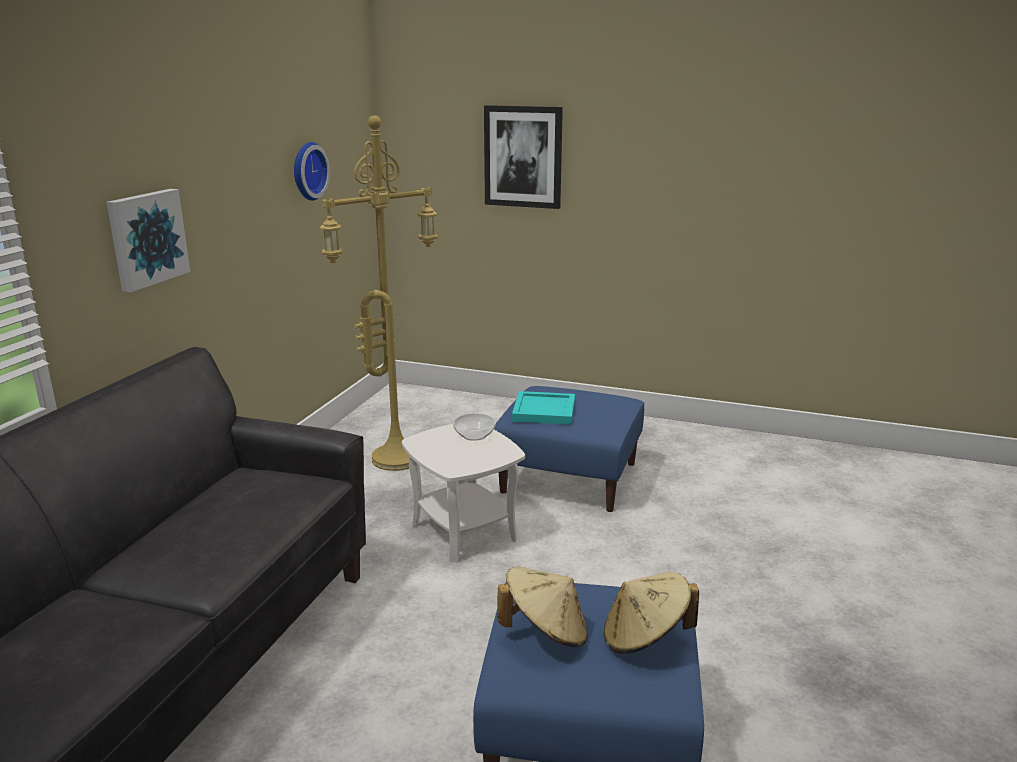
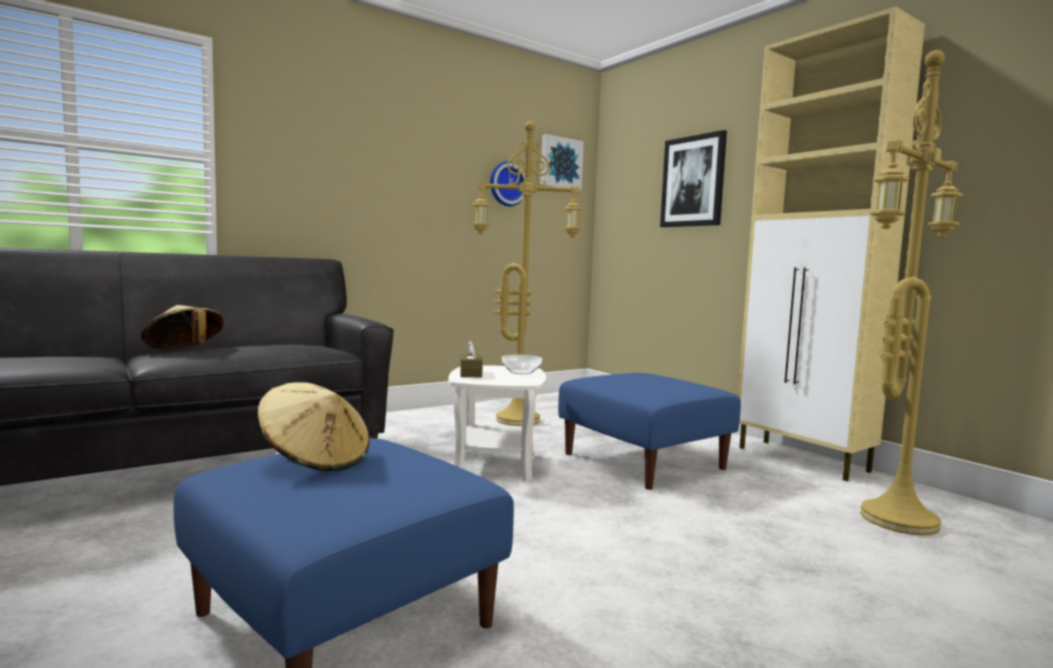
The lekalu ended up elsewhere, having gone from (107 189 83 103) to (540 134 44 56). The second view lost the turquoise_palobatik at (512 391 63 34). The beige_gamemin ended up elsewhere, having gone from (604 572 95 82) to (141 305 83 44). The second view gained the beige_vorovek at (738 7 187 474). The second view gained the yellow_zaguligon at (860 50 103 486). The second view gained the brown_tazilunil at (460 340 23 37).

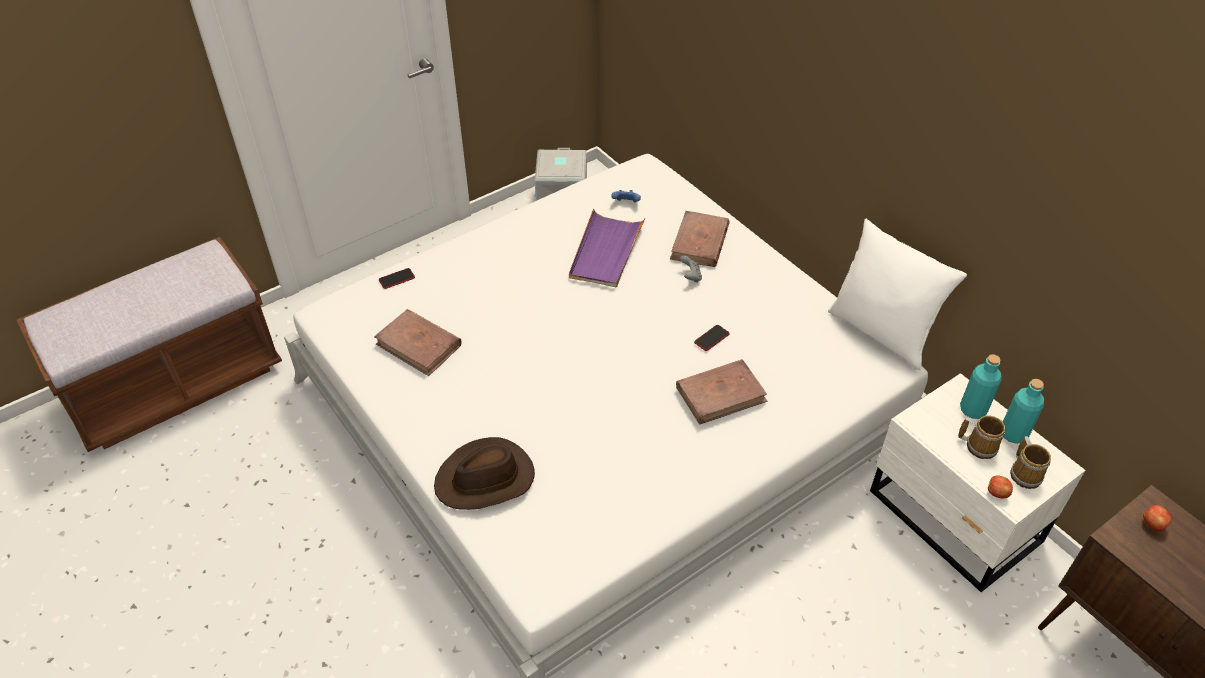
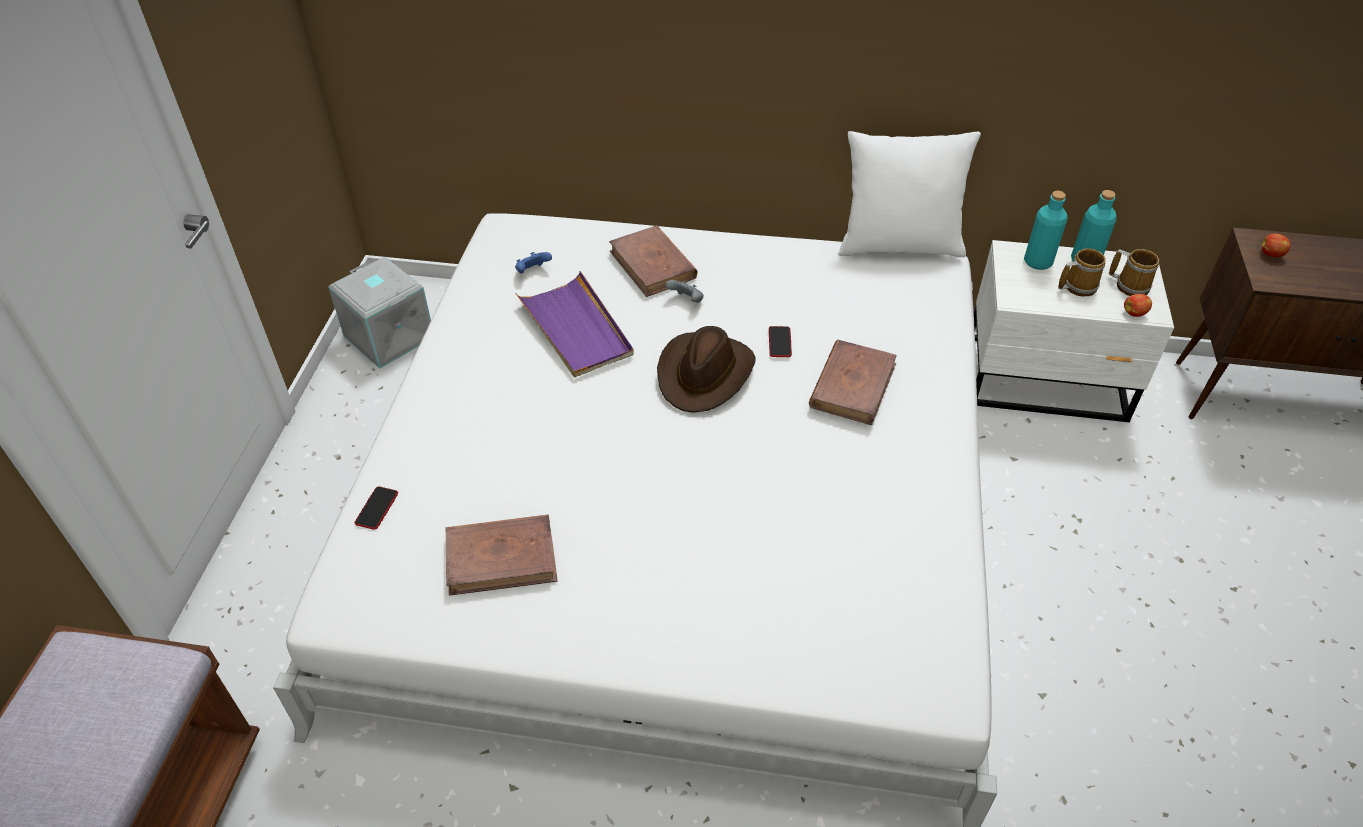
The brown_gamemin ended up elsewhere, having gone from (434 437 101 73) to (657 326 99 86).

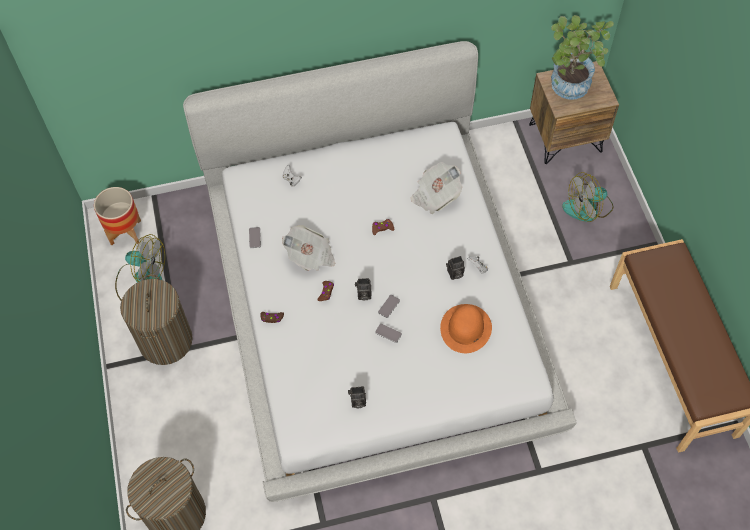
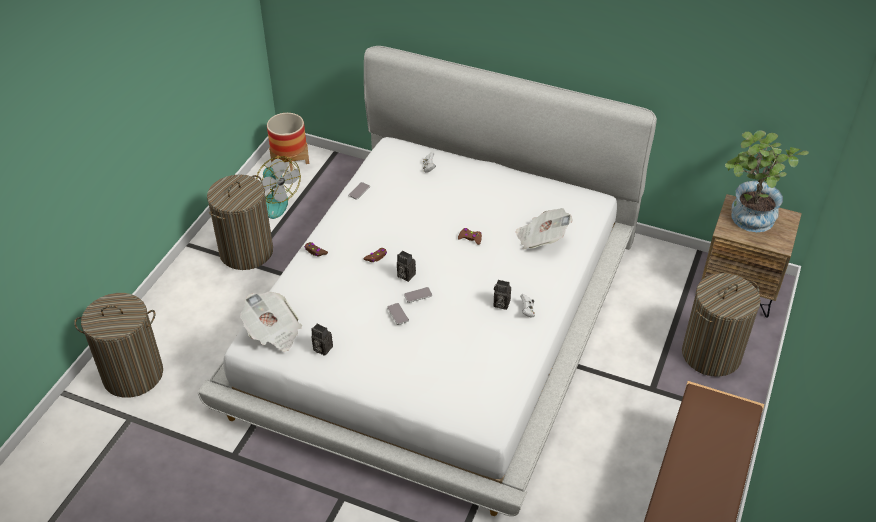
Where the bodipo stood at (562 172 51 50), the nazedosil came to stand at (682 273 79 104). The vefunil ended up elsewhere, having gone from (282 225 54 46) to (240 292 62 60). The second view lost the orange_gamemin at (440 304 52 49).

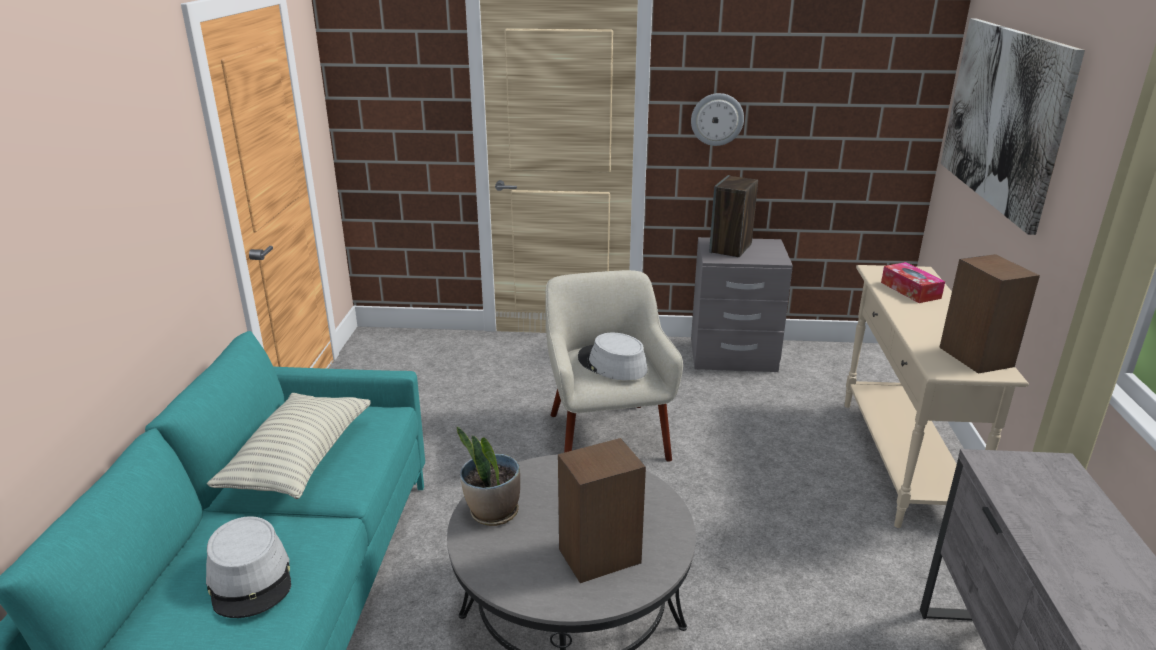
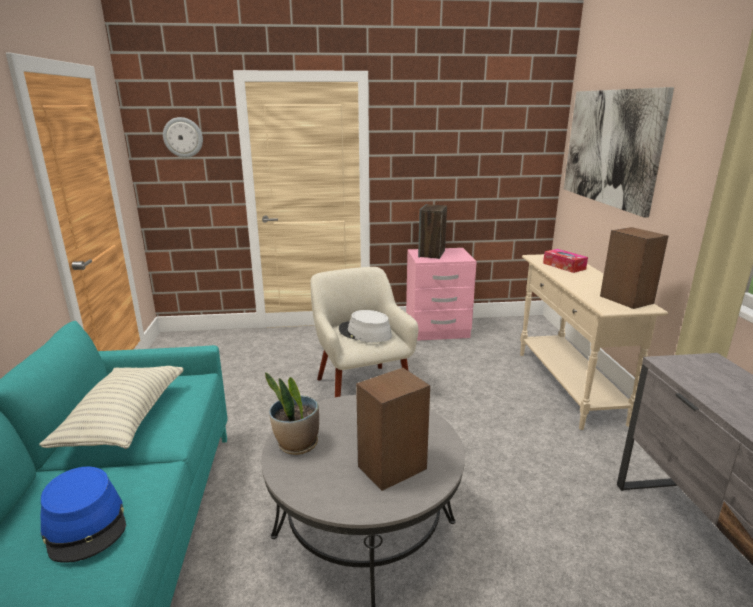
The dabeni ended up elsewhere, having gone from (691 93 53 53) to (163 117 40 41). What was the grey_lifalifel at (691 237 102 135) turned into the pink_lifalifel at (406 248 71 93). What was the grey_gamemin at (206 516 85 102) turned into the blue_gamemin at (41 467 85 96).

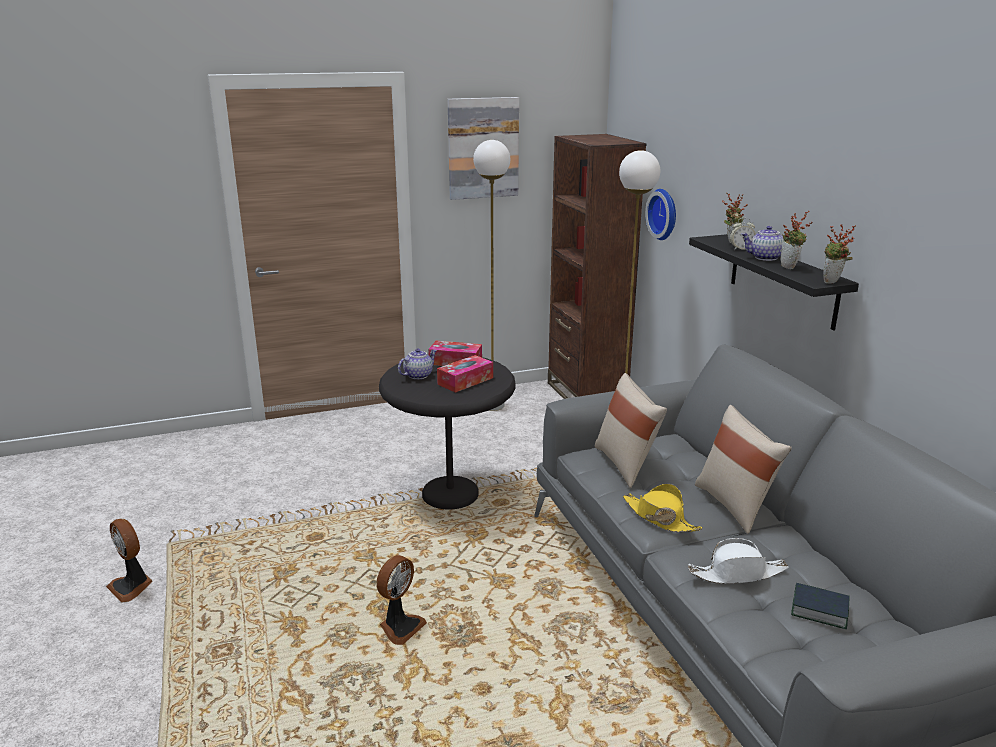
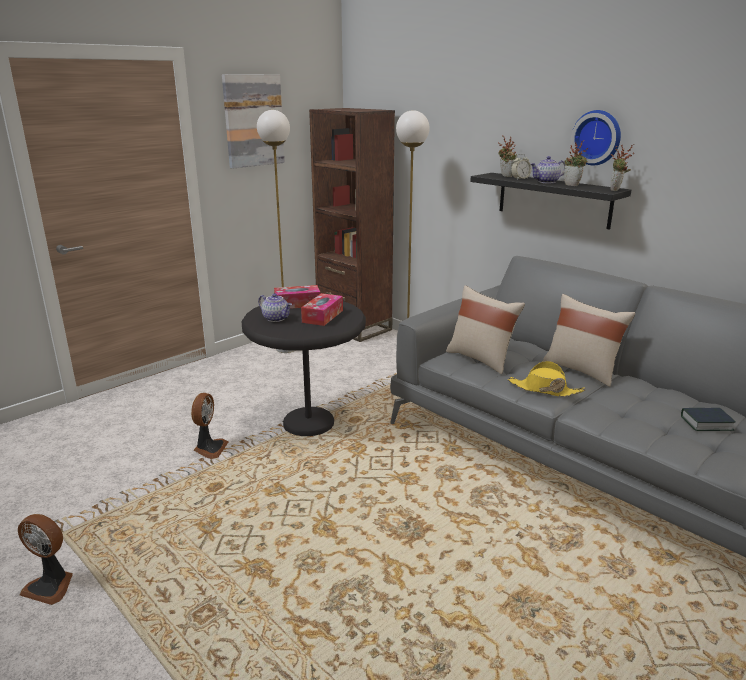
The dabeni ended up elsewhere, having gone from (645 189 31 51) to (571 110 50 55). The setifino at (398 349 39 30) ended up facing another way, 105 degrees clockwise from before. The second view lost the white_gamemin at (688 538 101 46). The bodipo ended up elsewhere, having gone from (376 555 51 90) to (191 393 38 66).

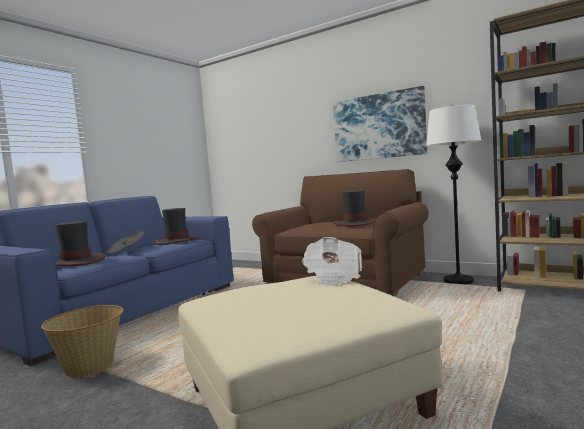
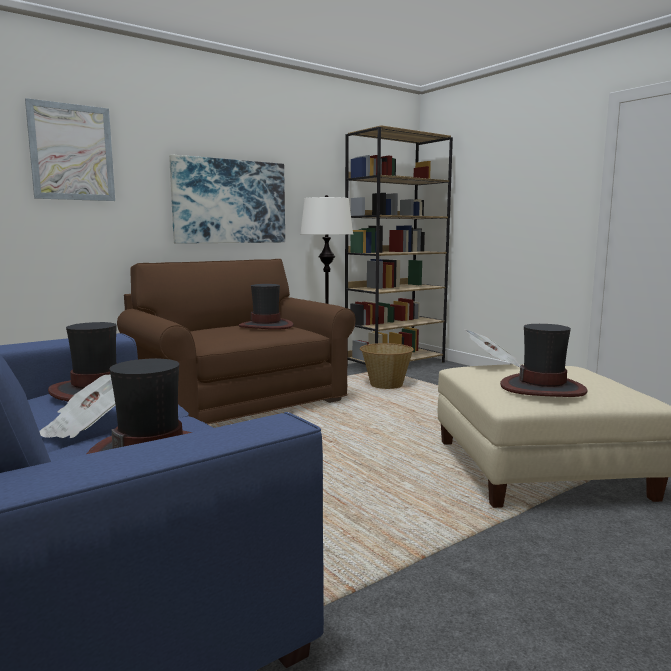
The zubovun ended up elsewhere, having gone from (41 305 83 73) to (360 343 54 46). The second view gained the lekalu at (25 98 90 103). The second view gained the gamemin at (500 324 88 73).

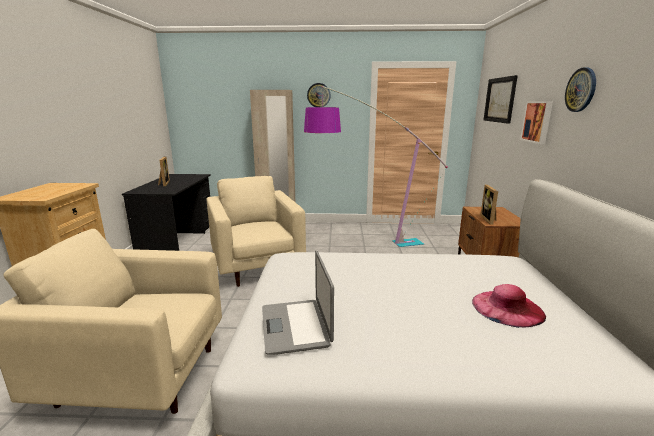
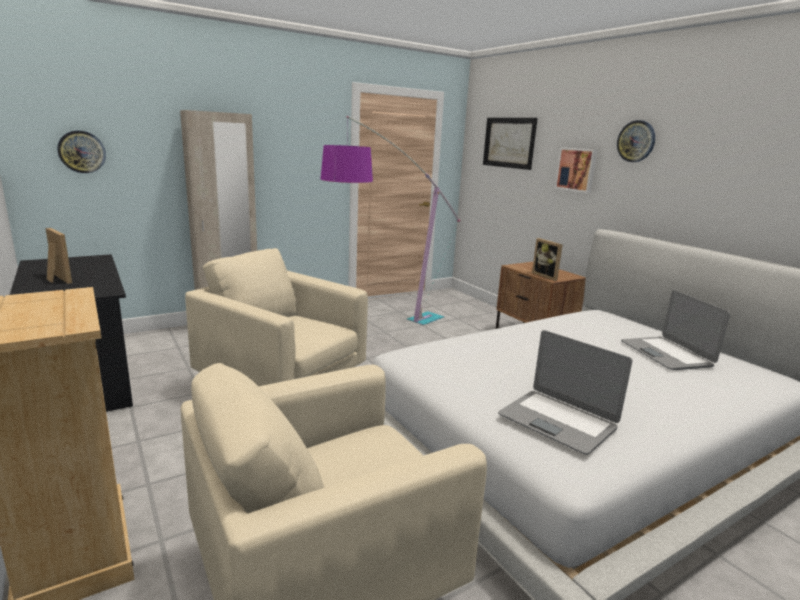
The dabeni ended up elsewhere, having gone from (307 83 24 24) to (57 130 49 43). Where the pink_gamemin stood at (472 284 74 44), the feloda came to stand at (621 290 109 80).

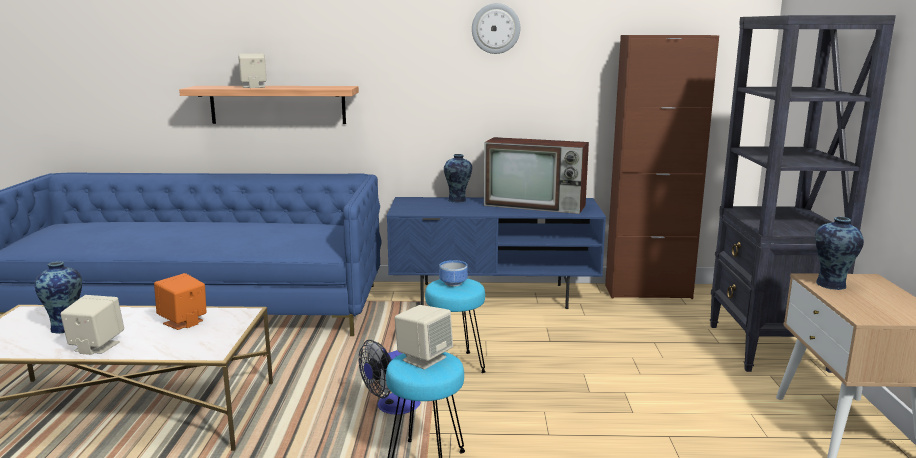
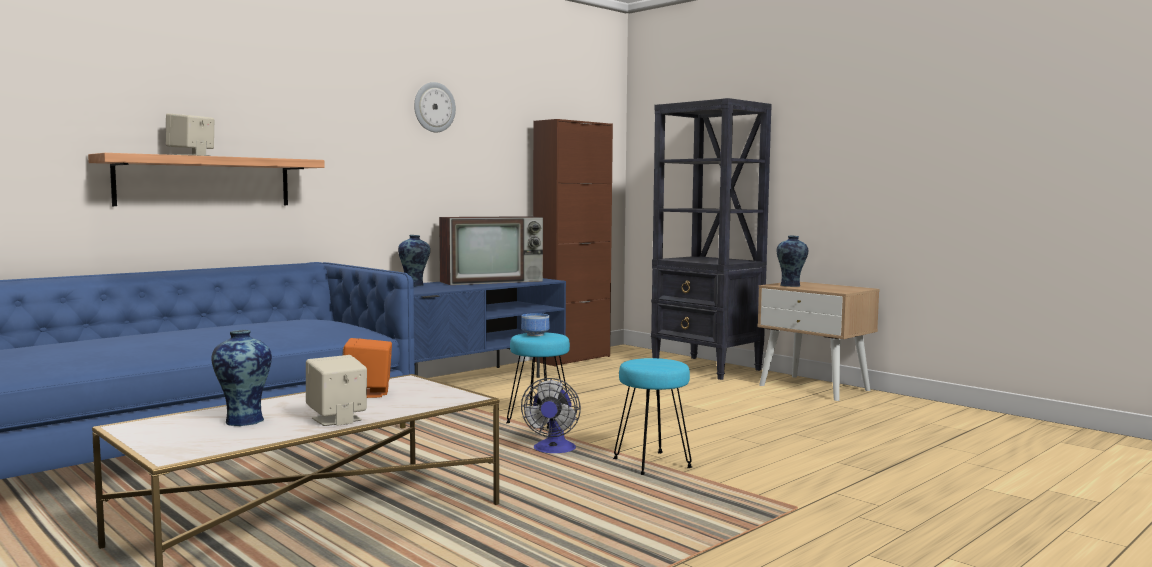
The second view lost the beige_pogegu at (395 305 58 65).

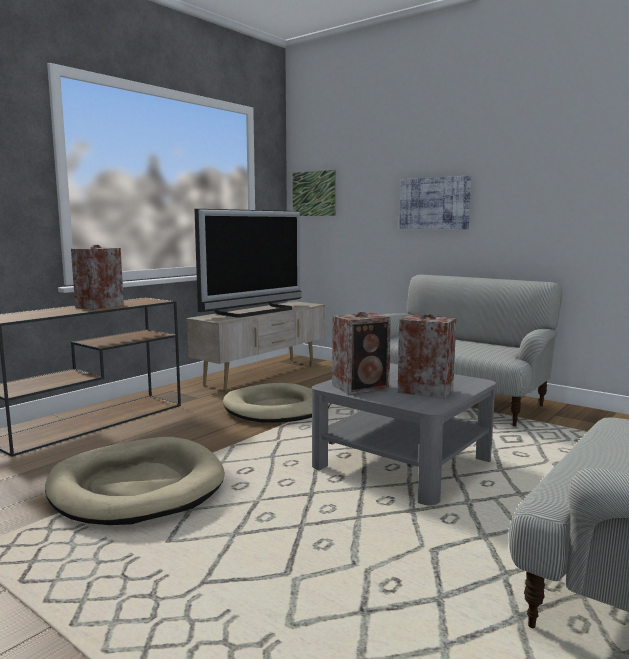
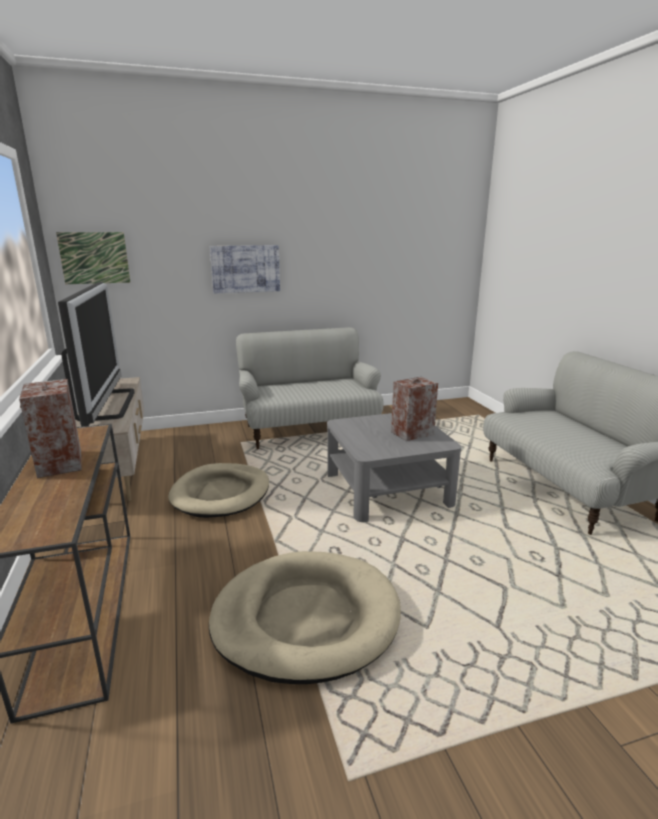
The second view lost the pogegu at (332 312 59 83).

